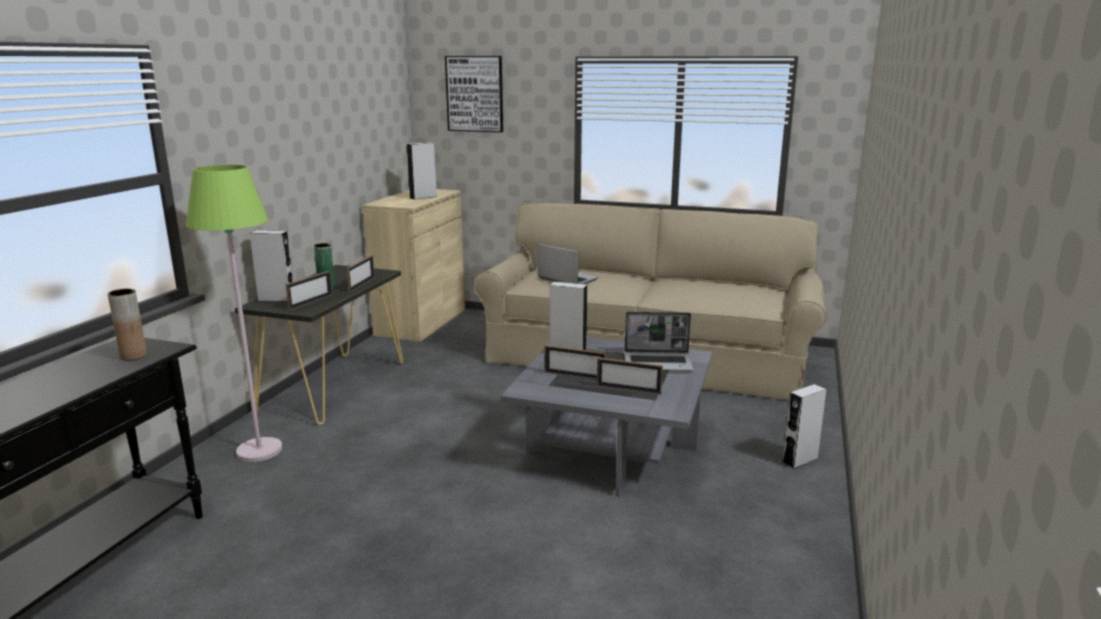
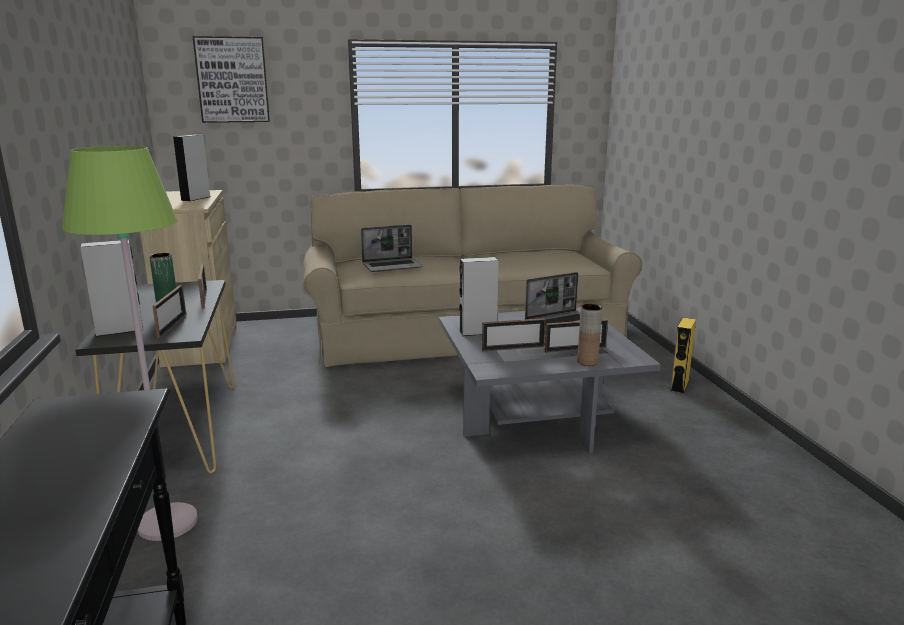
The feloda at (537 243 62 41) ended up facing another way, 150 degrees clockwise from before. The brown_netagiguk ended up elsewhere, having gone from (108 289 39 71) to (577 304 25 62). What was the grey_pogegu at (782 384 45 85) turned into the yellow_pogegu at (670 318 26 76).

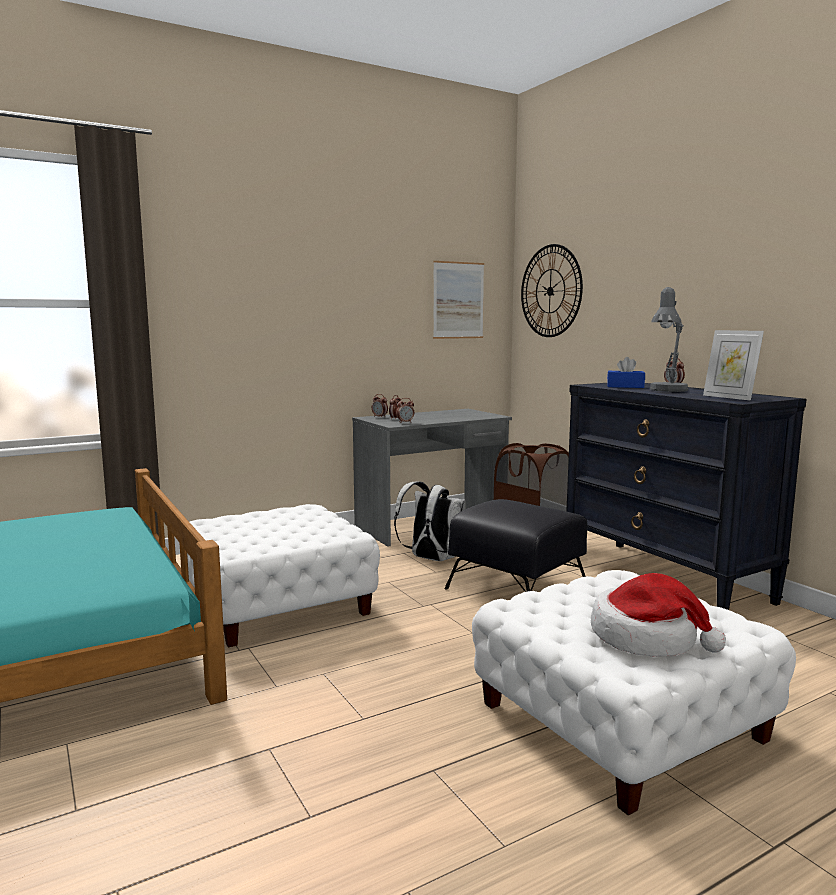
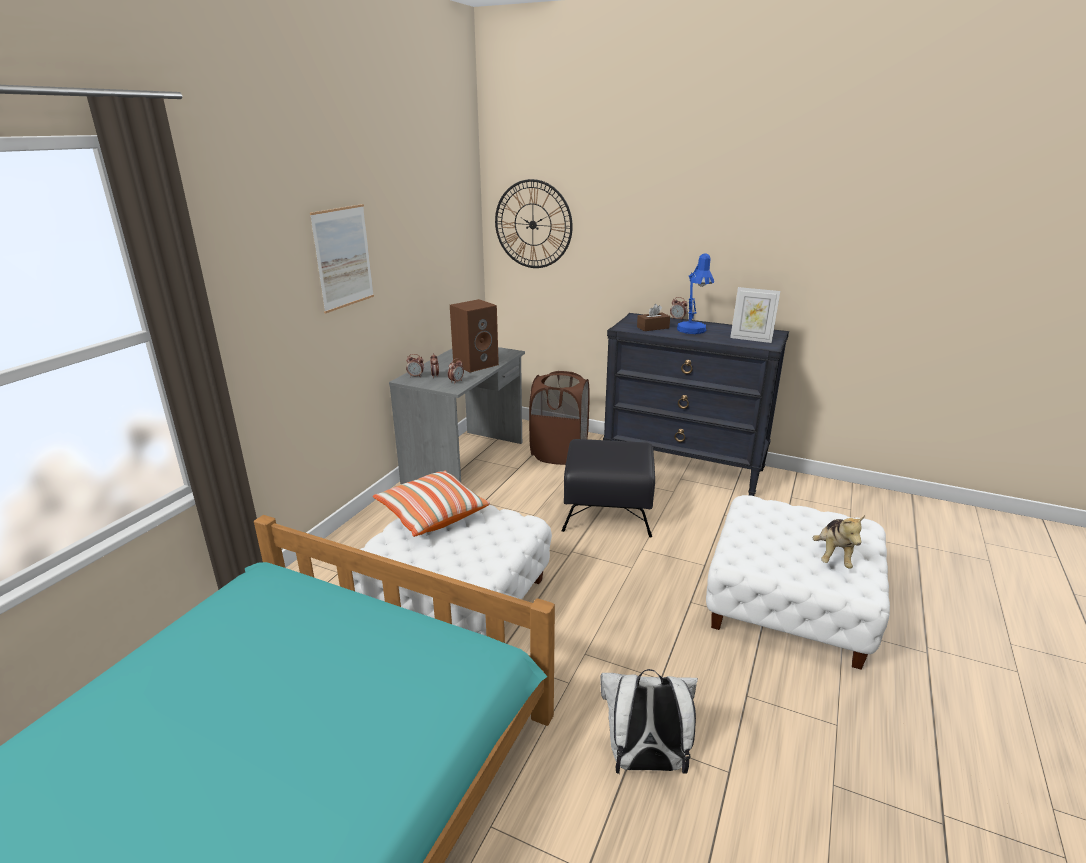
The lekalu ended up elsewhere, having gone from (433 261 51 78) to (310 204 64 109). What was the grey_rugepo at (650 287 39 105) turned into the blue_rugepo at (677 253 37 81). What was the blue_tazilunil at (607 357 38 31) turned into the brown_tazilunil at (637 304 33 27). The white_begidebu ended up elsewhere, having gone from (394 481 72 80) to (600 669 98 105). Where the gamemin stood at (591 573 135 84), the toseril came to stand at (813 515 52 54). The second view gained the brown_pogegu at (450 299 49 73). The second view gained the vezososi at (373 471 117 66).

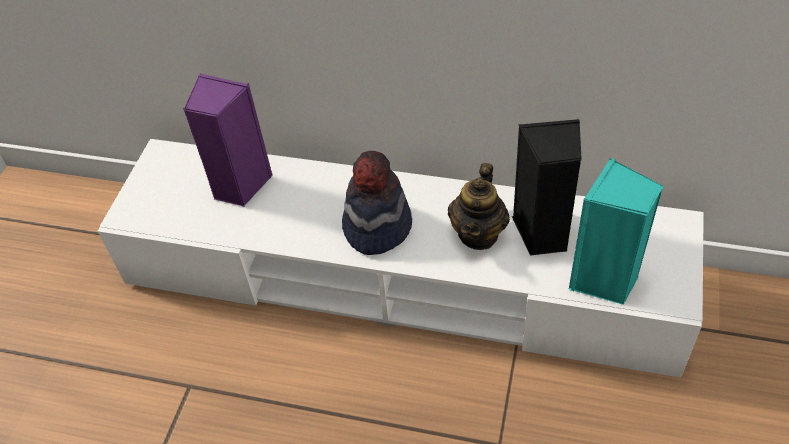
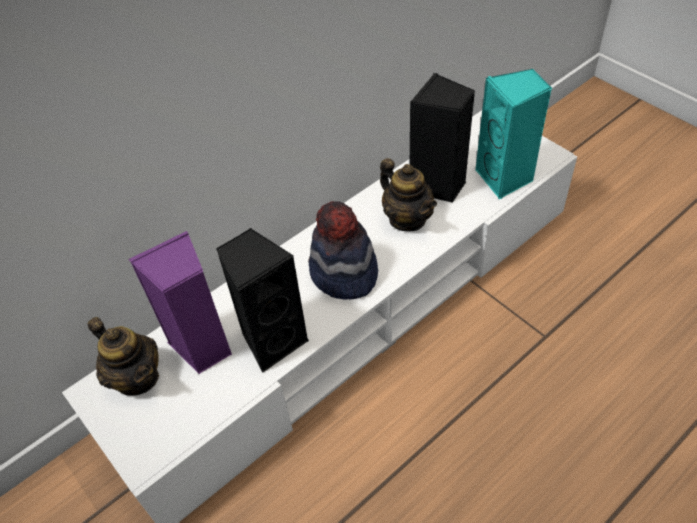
The second view gained the black_pogegu at (216 228 93 145). The second view gained the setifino at (88 317 71 79).

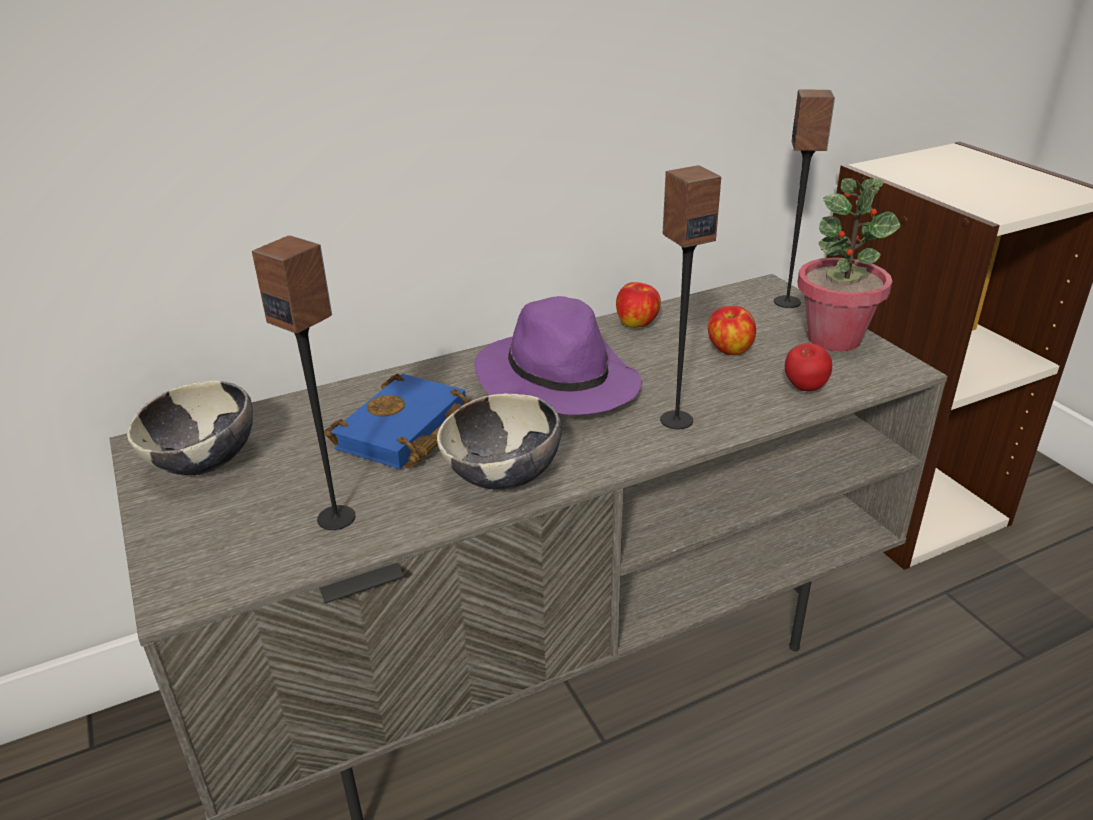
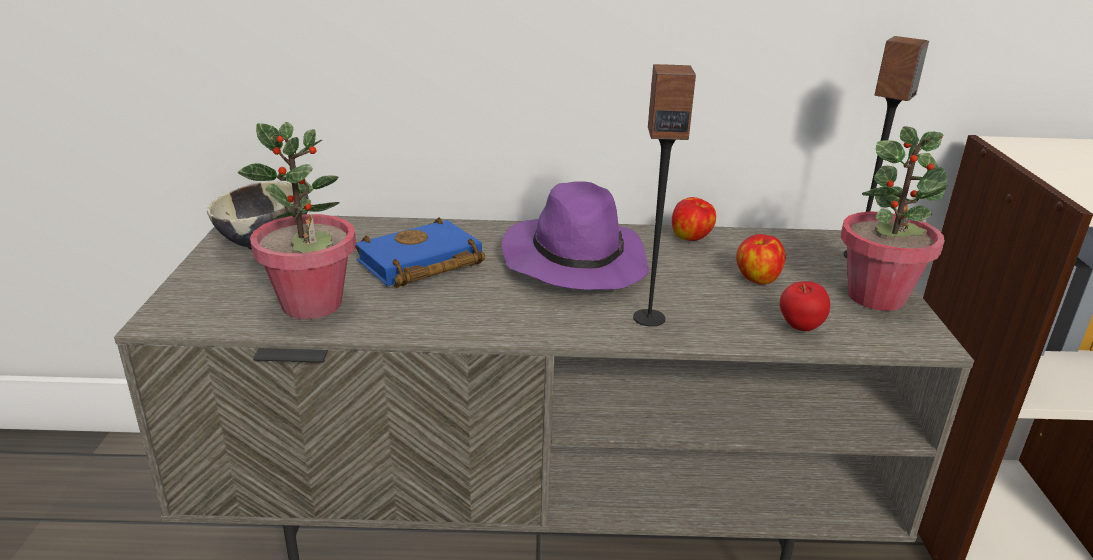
Where the pogegu stood at (252 235 103 295), the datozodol came to stand at (238 122 118 197). The second view lost the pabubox at (437 393 125 97).

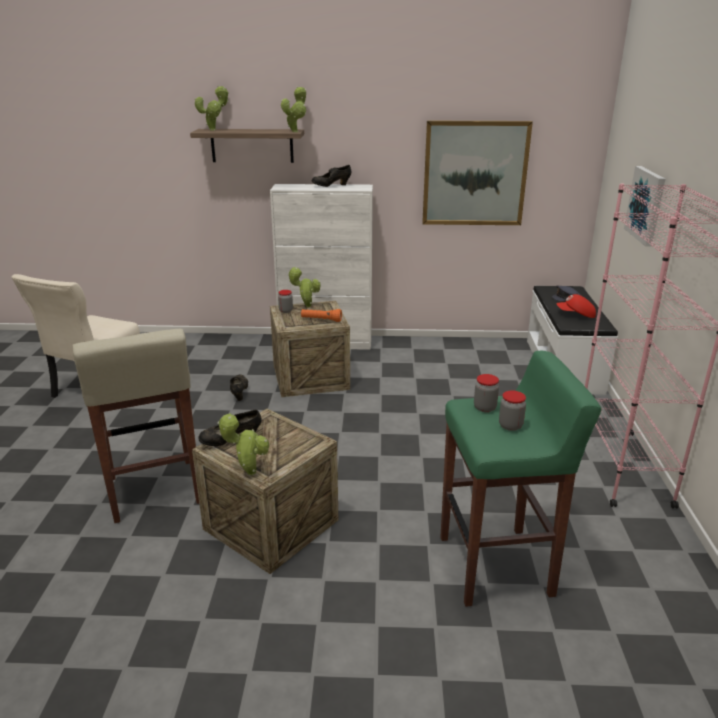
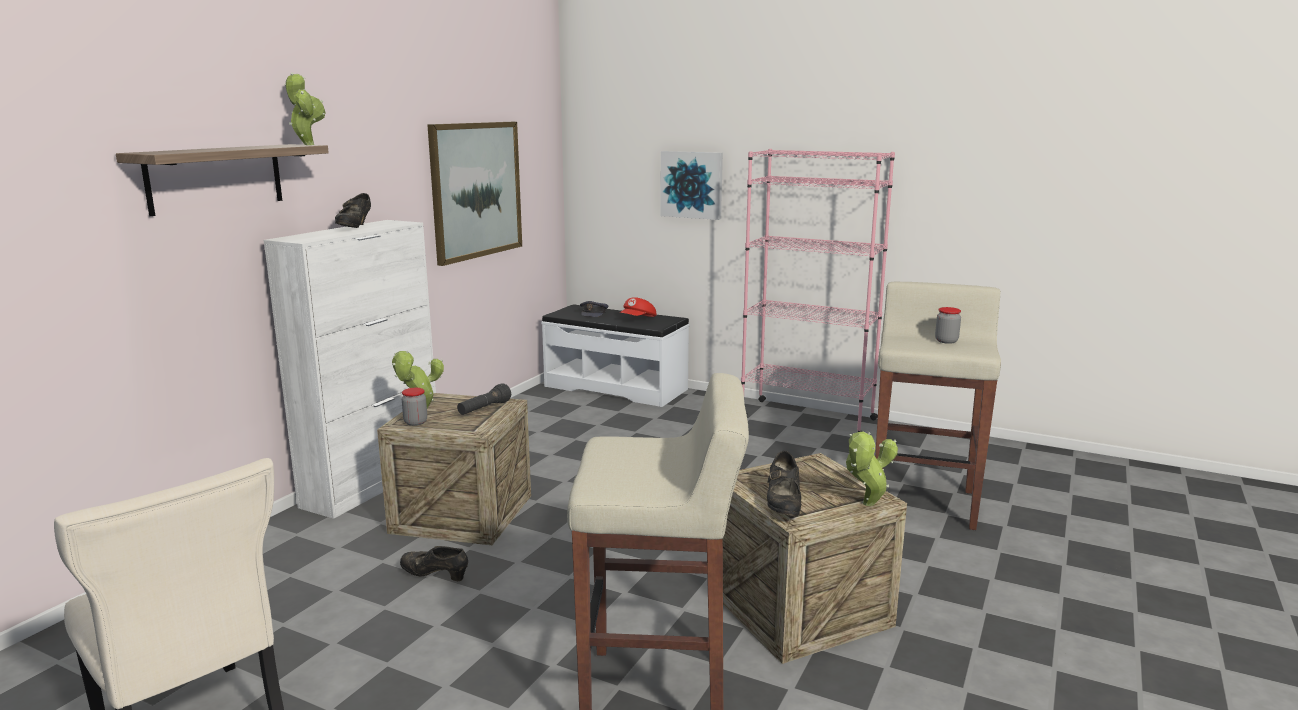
The second view lost the datozodol at (195 85 34 46). What was the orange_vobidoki at (301 309 41 13) turned into the black_vobidoki at (457 383 54 32). What was the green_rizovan at (440 351 161 256) turned into the beige_rizovan at (875 282 126 248). The second view lost the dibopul at (474 374 25 38).

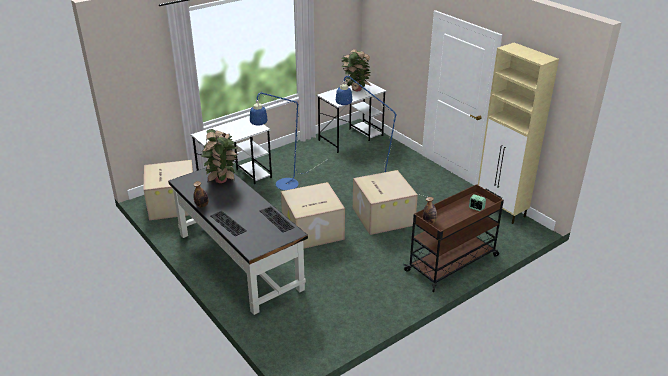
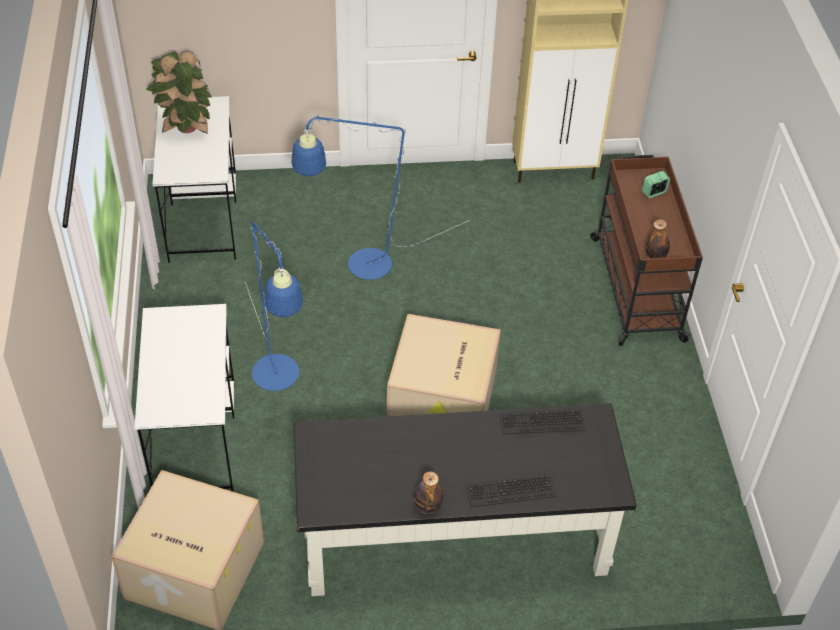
The second view lost the datozodol at (201 129 37 54). The second view lost the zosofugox at (353 170 65 65).

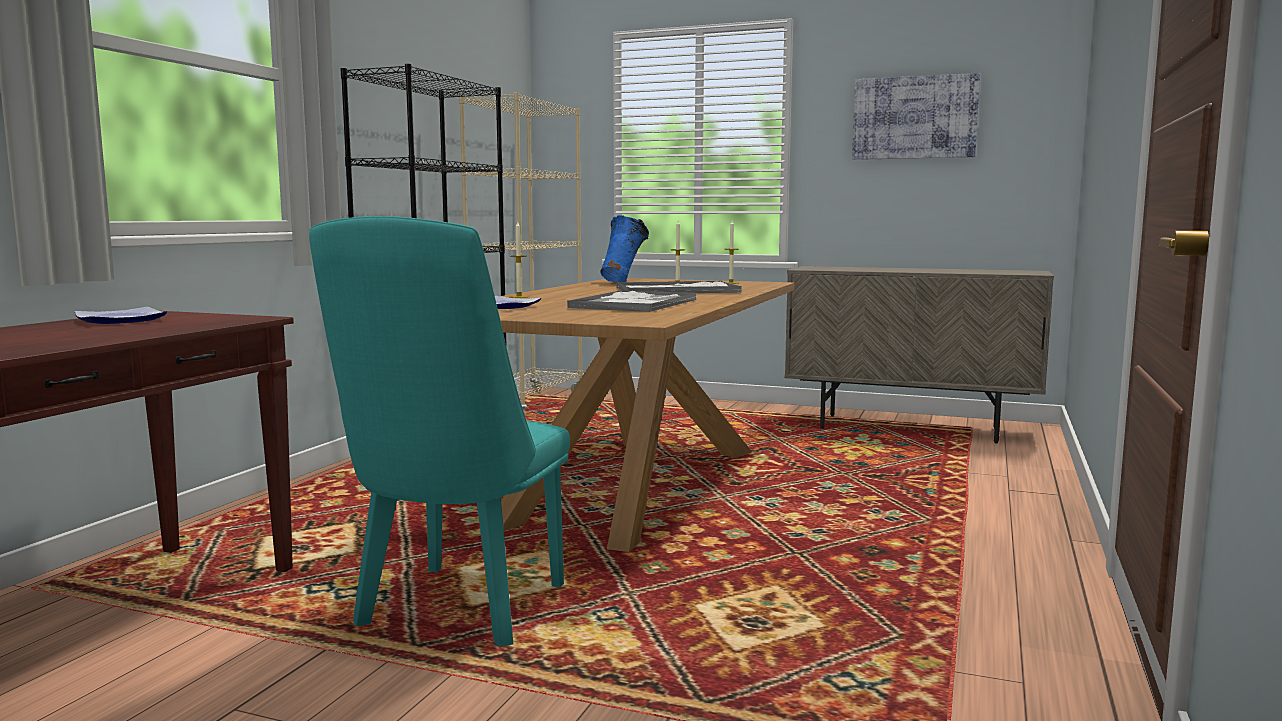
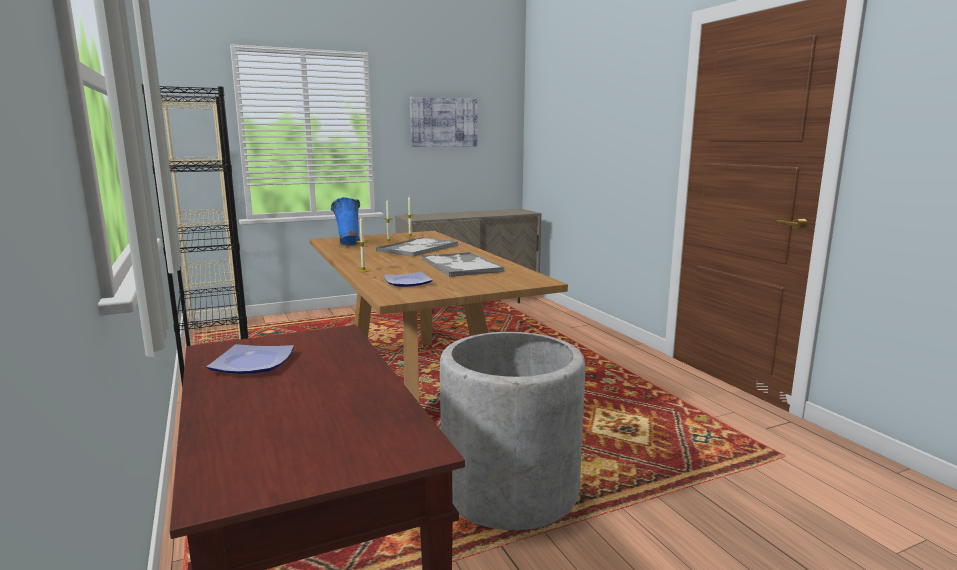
Where the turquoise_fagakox stood at (309 216 261 431), the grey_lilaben came to stand at (440 332 146 198).

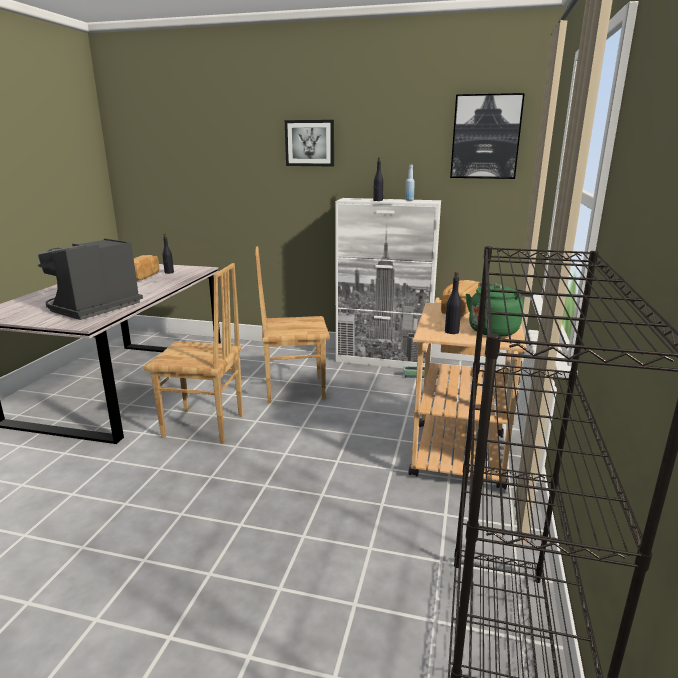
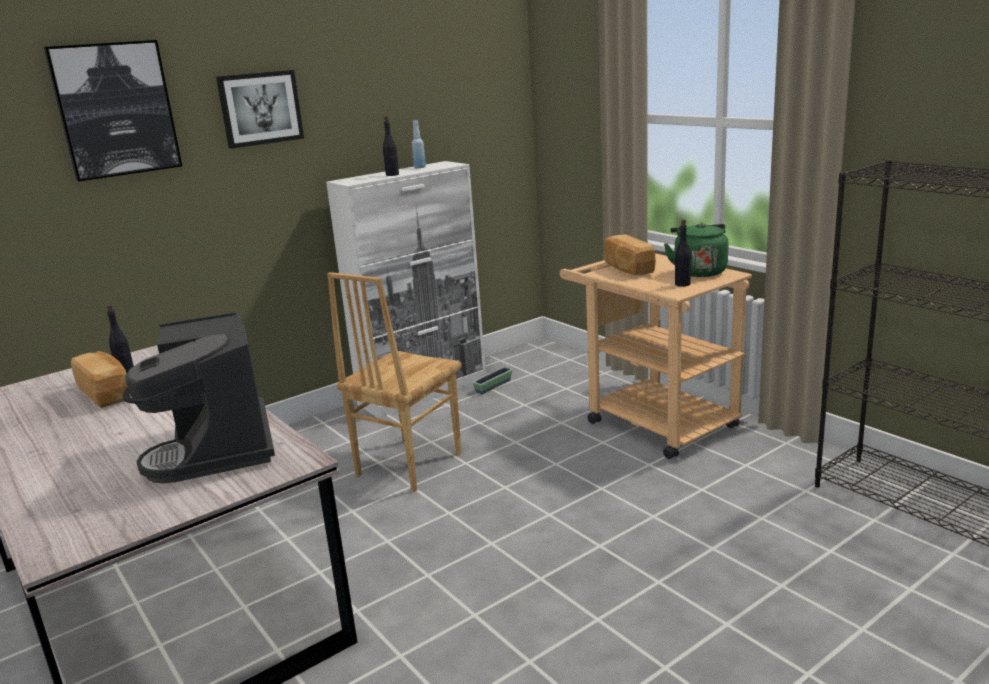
The lekalu ended up elsewhere, having gone from (450 93 75 86) to (44 40 138 142). The second view lost the brown_fagakox at (144 263 99 181).

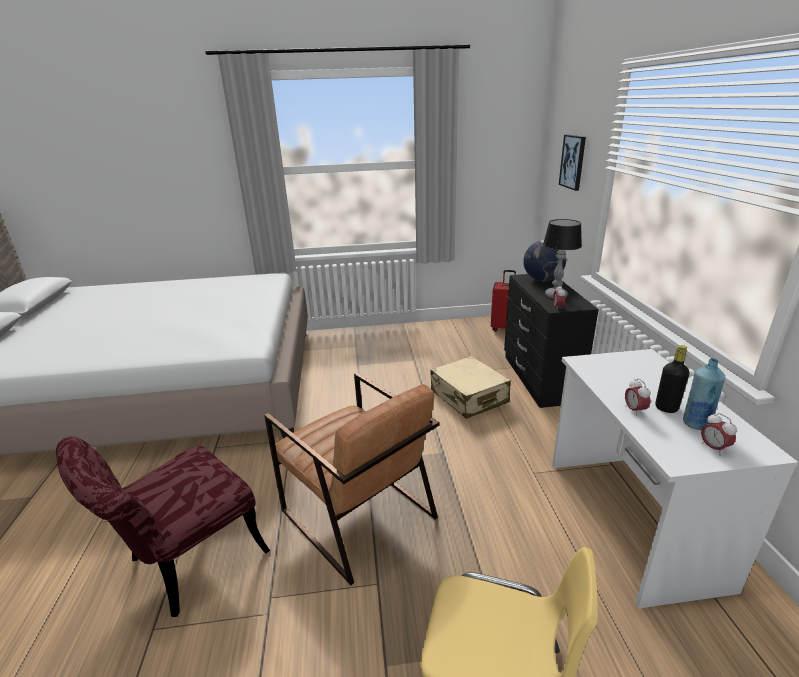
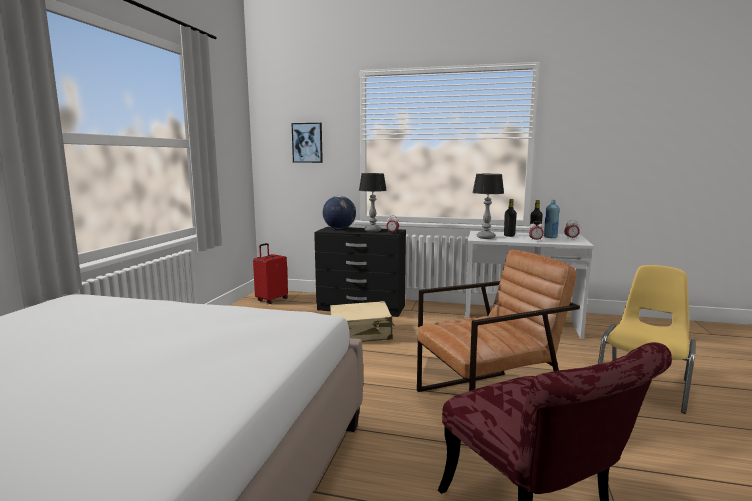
The second view gained the rugepo at (472 174 32 65). The second view gained the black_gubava at (504 199 13 38).

